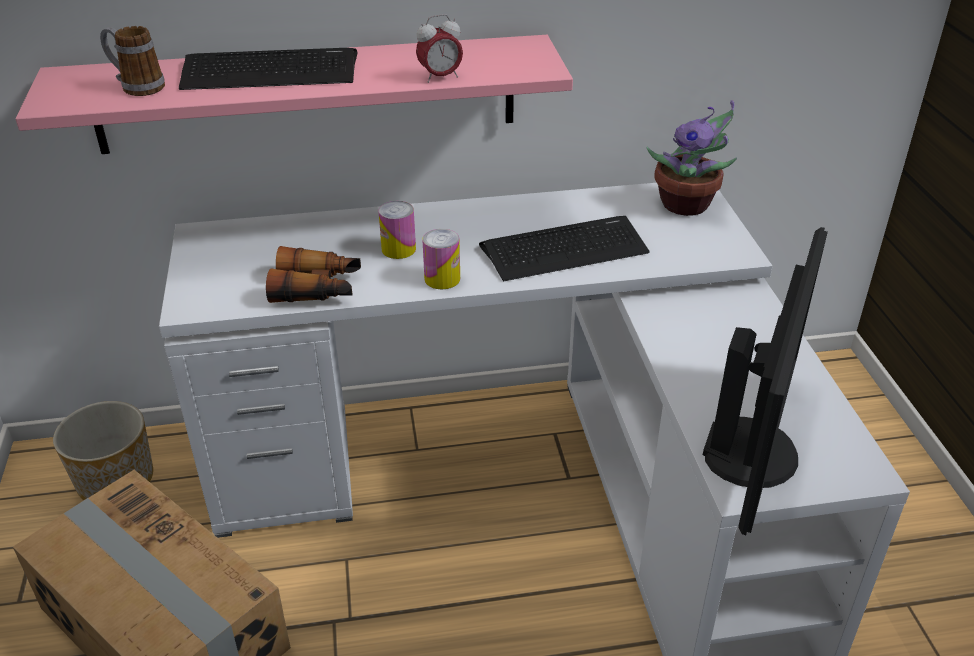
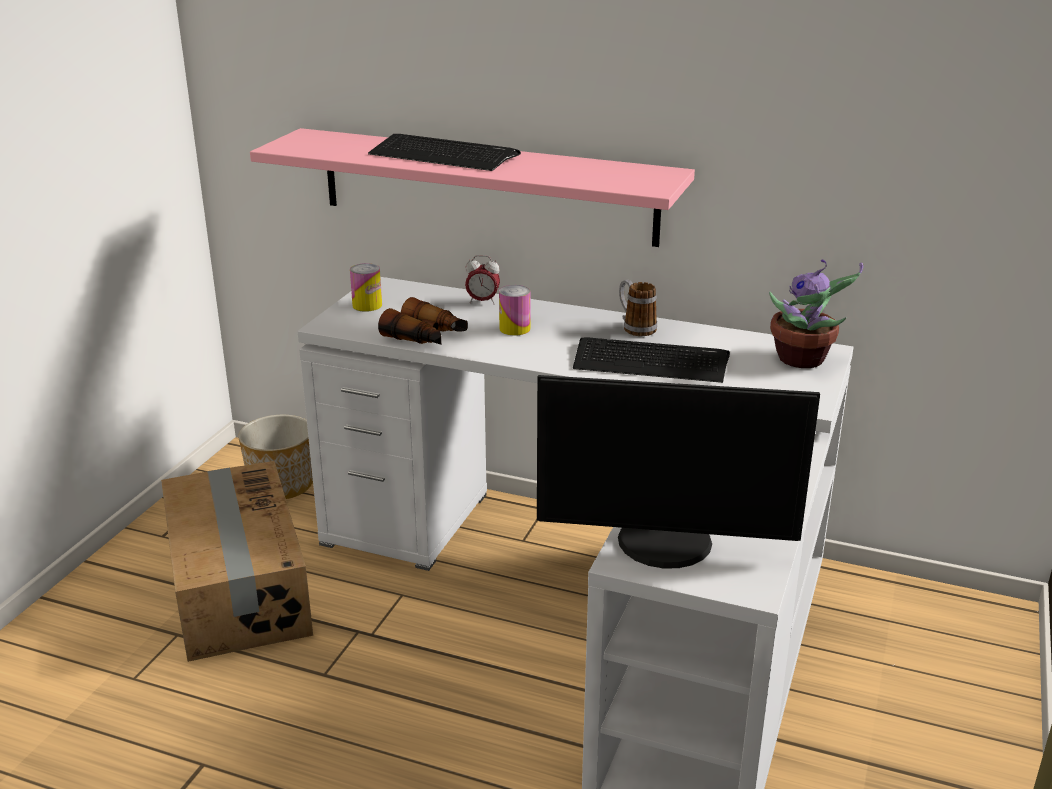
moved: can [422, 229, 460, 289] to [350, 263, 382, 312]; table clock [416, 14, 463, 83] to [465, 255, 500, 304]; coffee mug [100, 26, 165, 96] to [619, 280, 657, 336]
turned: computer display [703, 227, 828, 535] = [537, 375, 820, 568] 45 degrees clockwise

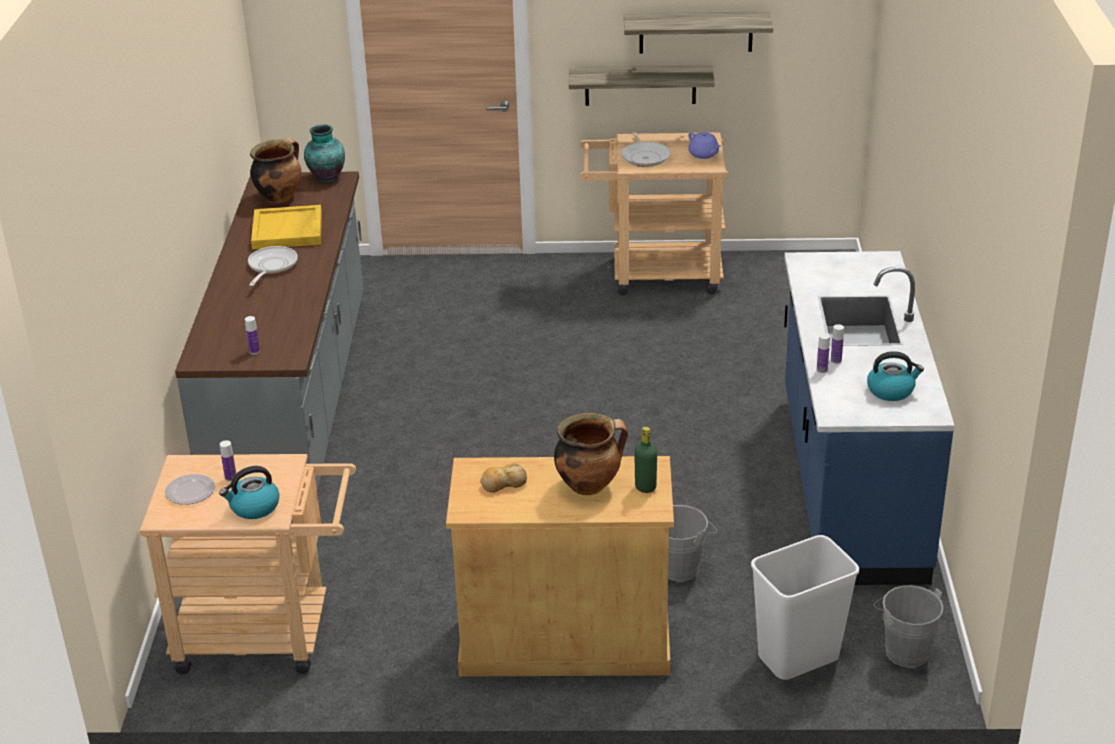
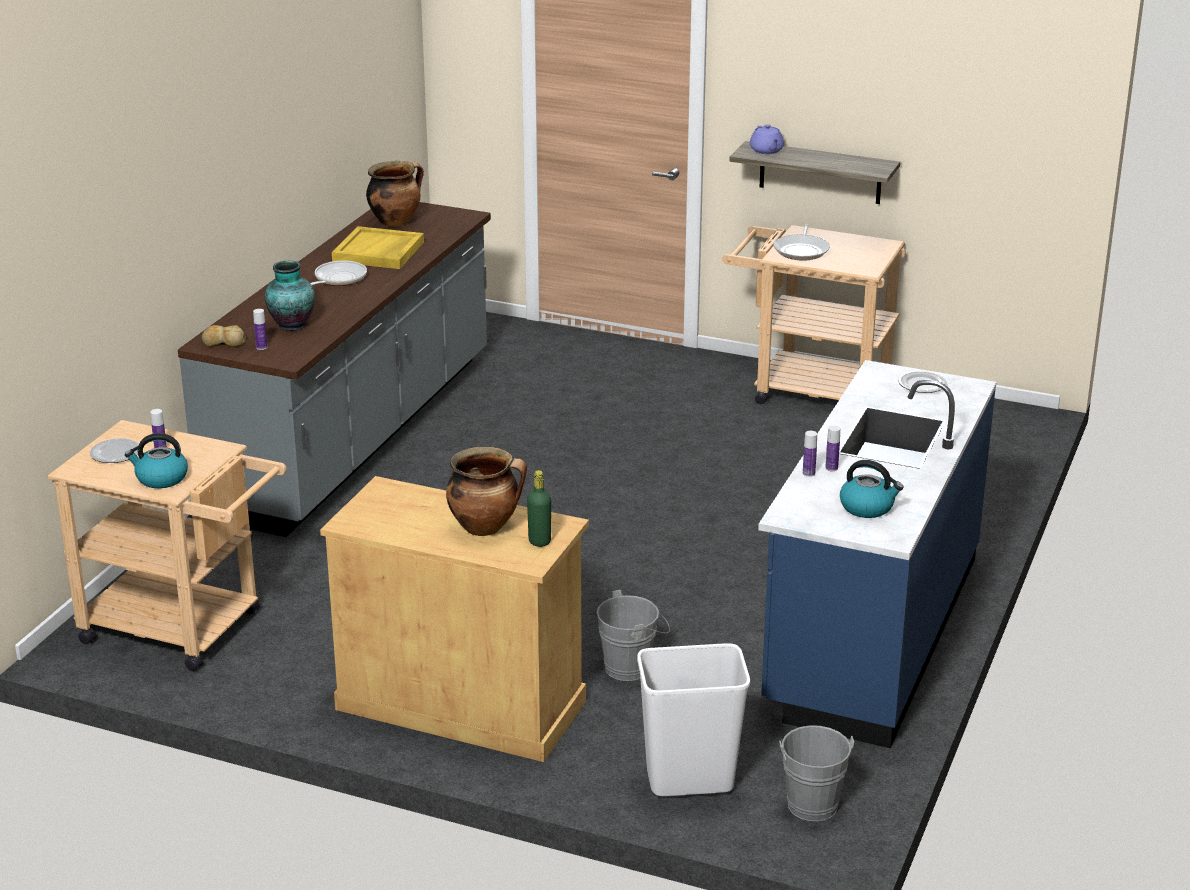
removed: shelf [624, 11, 773, 54]
added: plate [898, 371, 947, 393]
moved: bakery bread [480, 463, 527, 493] to [202, 325, 246, 347]; vase [304, 124, 345, 182] to [265, 261, 315, 331]; purple-coloured pot for tea [688, 132, 721, 159] to [750, 124, 784, 154]

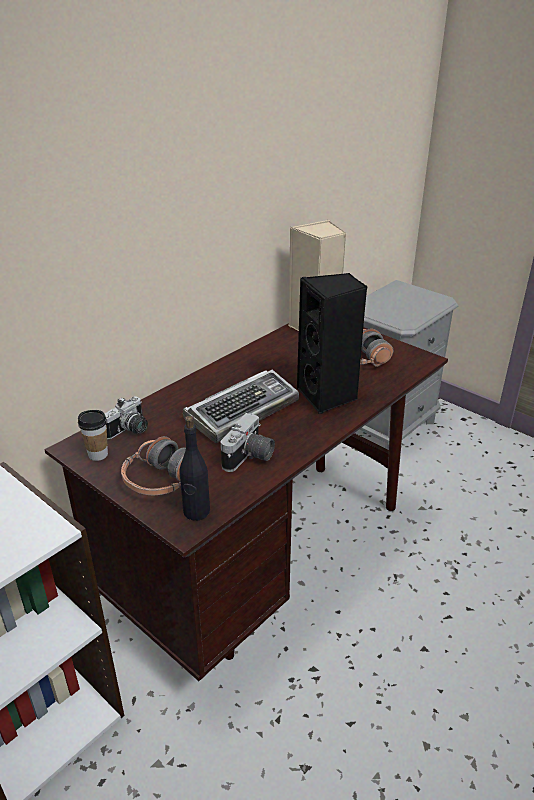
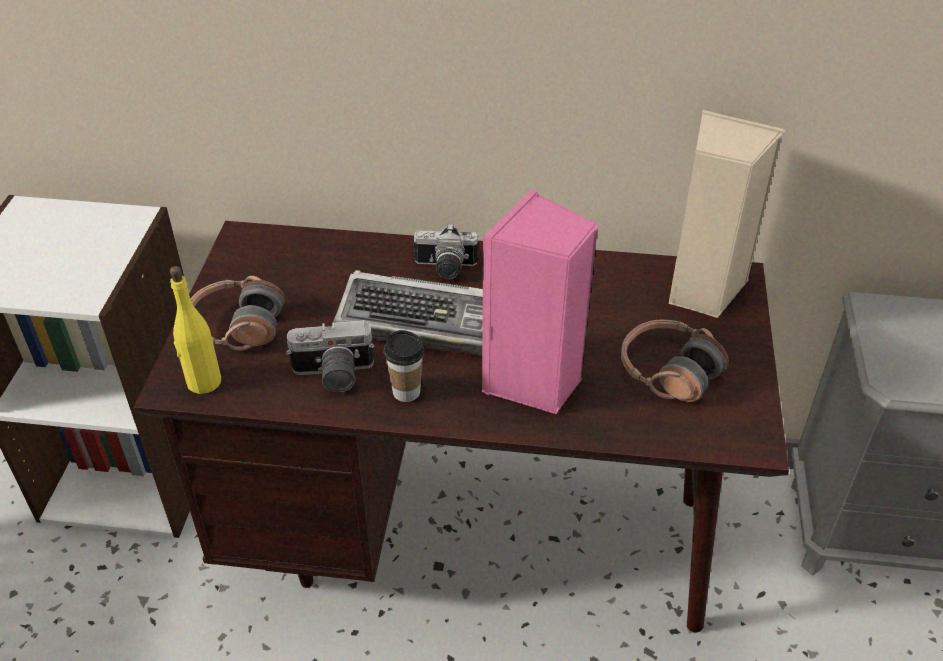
moved: cup [78, 410, 108, 461] to [384, 330, 424, 402]; photo camera [104, 396, 148, 439] to [413, 223, 479, 279]
recoloured: black-coloured drink bottle [180, 416, 210, 521] to yellowish drink bottle [170, 266, 221, 394]; black-coloured audio speaker [297, 273, 367, 414] to pink audio speaker [481, 190, 599, 414]

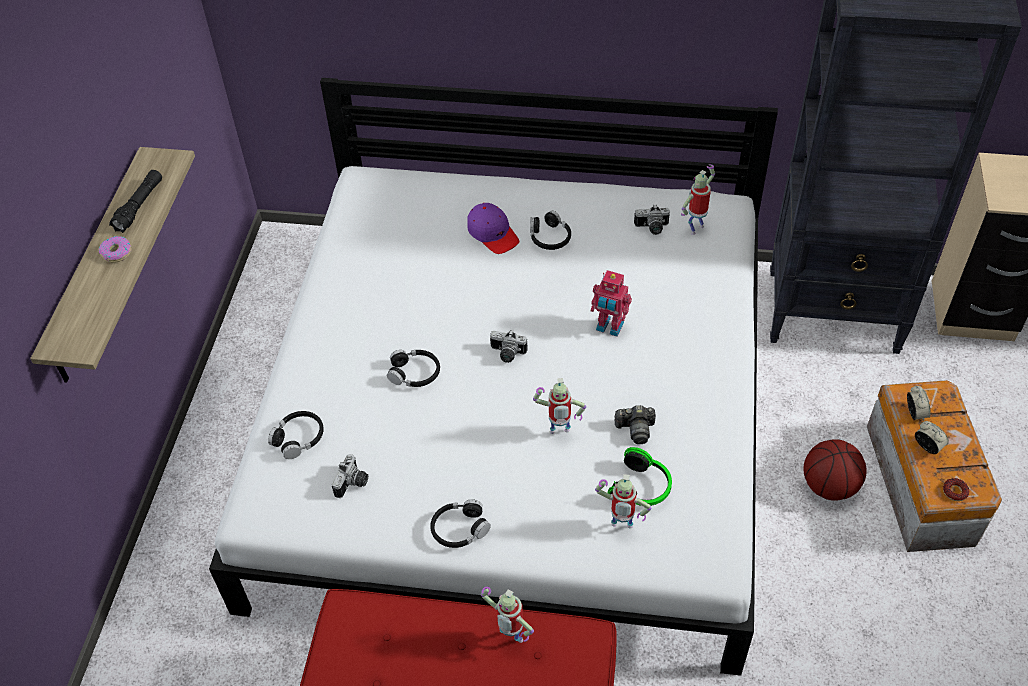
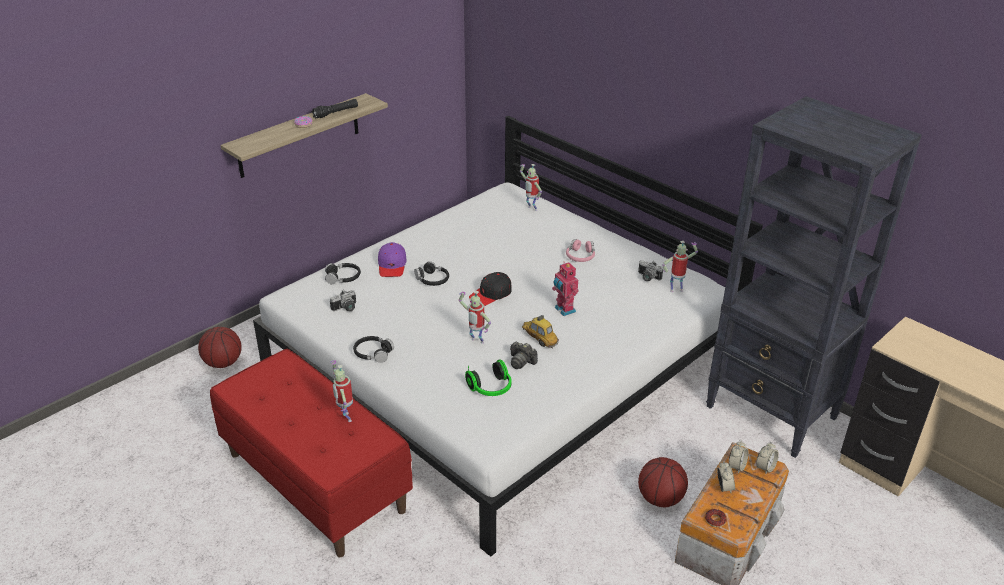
added: basketball [198, 327, 242, 368]; toy car [522, 315, 559, 349]; table clock [756, 442, 779, 475]
moved: purple-coloured peaked cap [467, 203, 519, 254] to [378, 242, 406, 277]; robot figure [595, 474, 652, 528] to [520, 164, 542, 211]
replaced: photo camera [490, 330, 528, 363] to black-coloured peaked cap [469, 272, 512, 306]
recoloured: black-coloured pair of headphones [530, 211, 571, 250] to pink pair of headphones [566, 239, 595, 262]

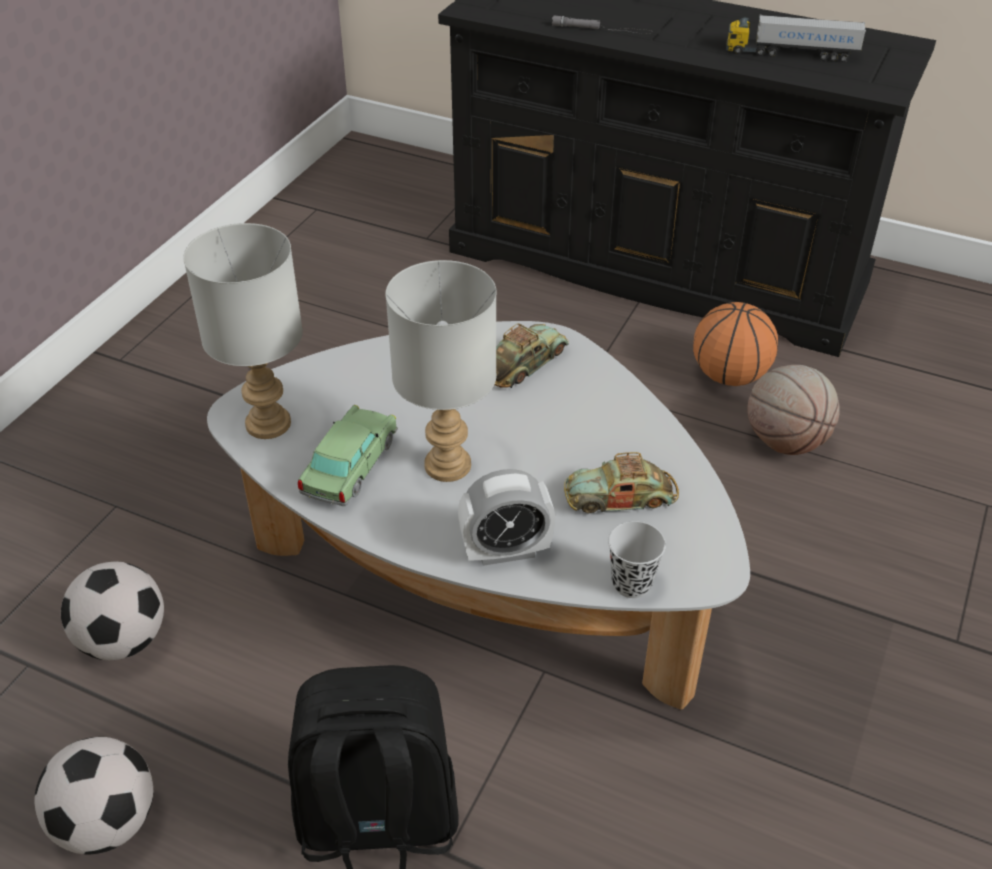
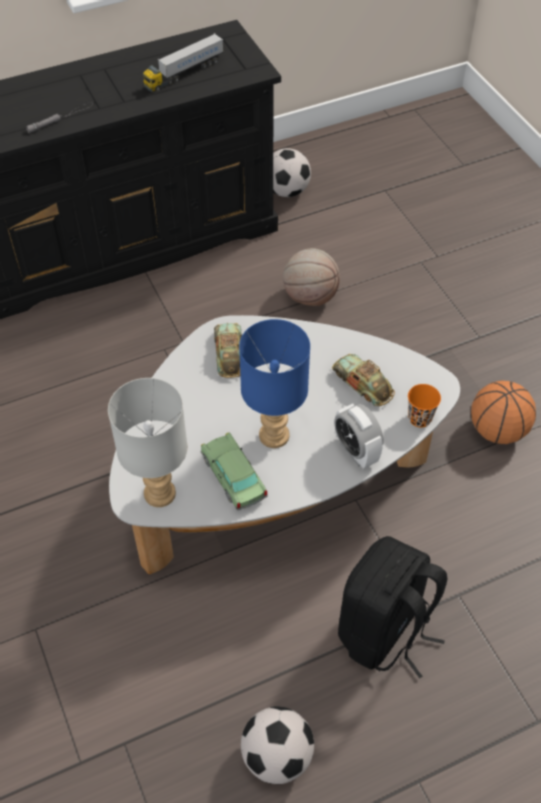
moved: football ball [61, 562, 164, 660] to [273, 148, 311, 197]; basketball [693, 302, 778, 386] to [471, 381, 536, 444]
recoloured: greyish table lamp [385, 260, 496, 482] to bluish table lamp [239, 319, 310, 448]; black-coloured cup [608, 521, 666, 598] to orange cup [408, 384, 441, 427]
turned: toy car [564, 452, 679, 513] = [332, 354, 395, 406] 105 degrees clockwise; table clock [458, 469, 555, 566] = [334, 403, 384, 469] 120 degrees clockwise

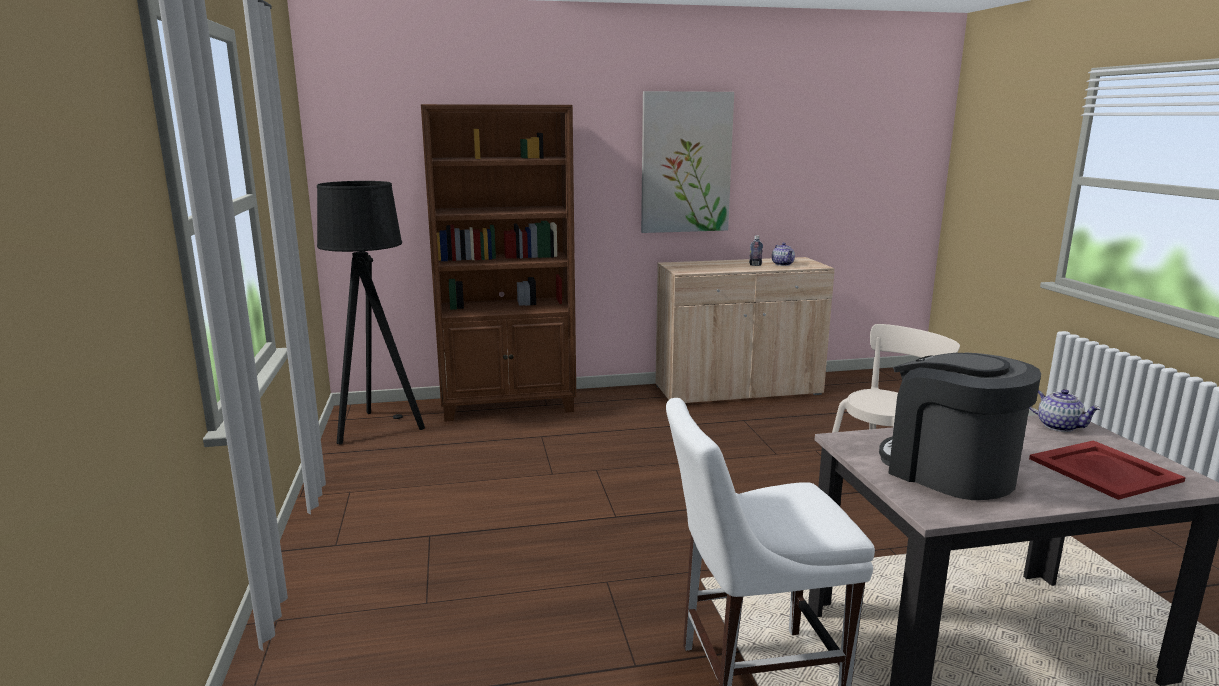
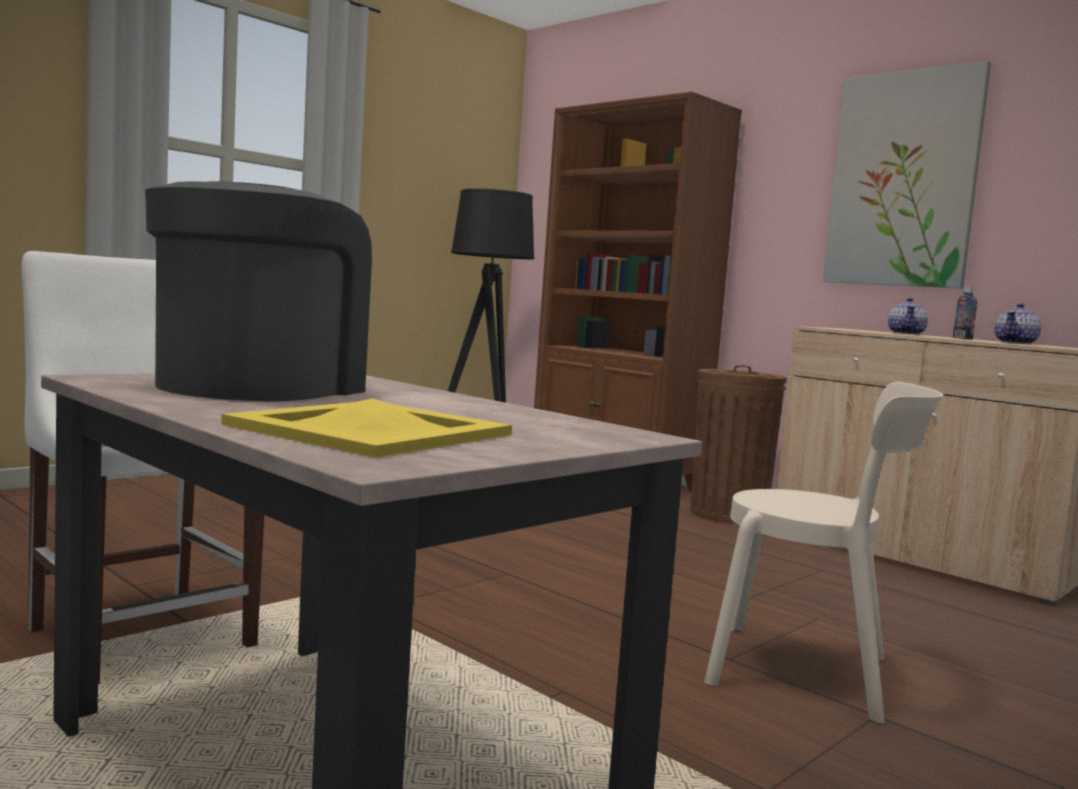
added: brown-coloured waste bin [690, 365, 787, 524]
moved: pot for tea [1029, 389, 1101, 432] to [888, 298, 928, 335]
recoloured: red tray [1029, 441, 1186, 500] to yellowish tray [221, 398, 512, 458]

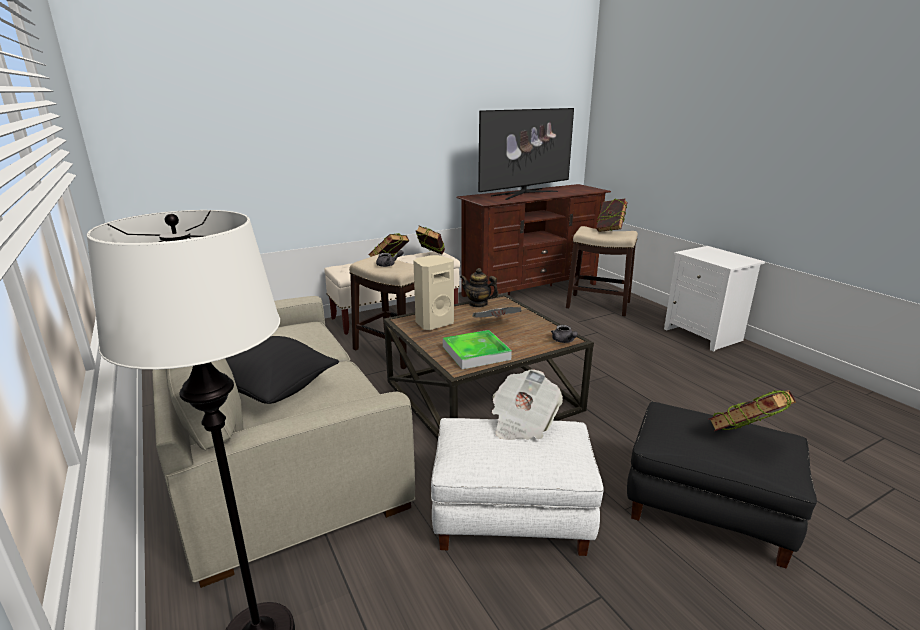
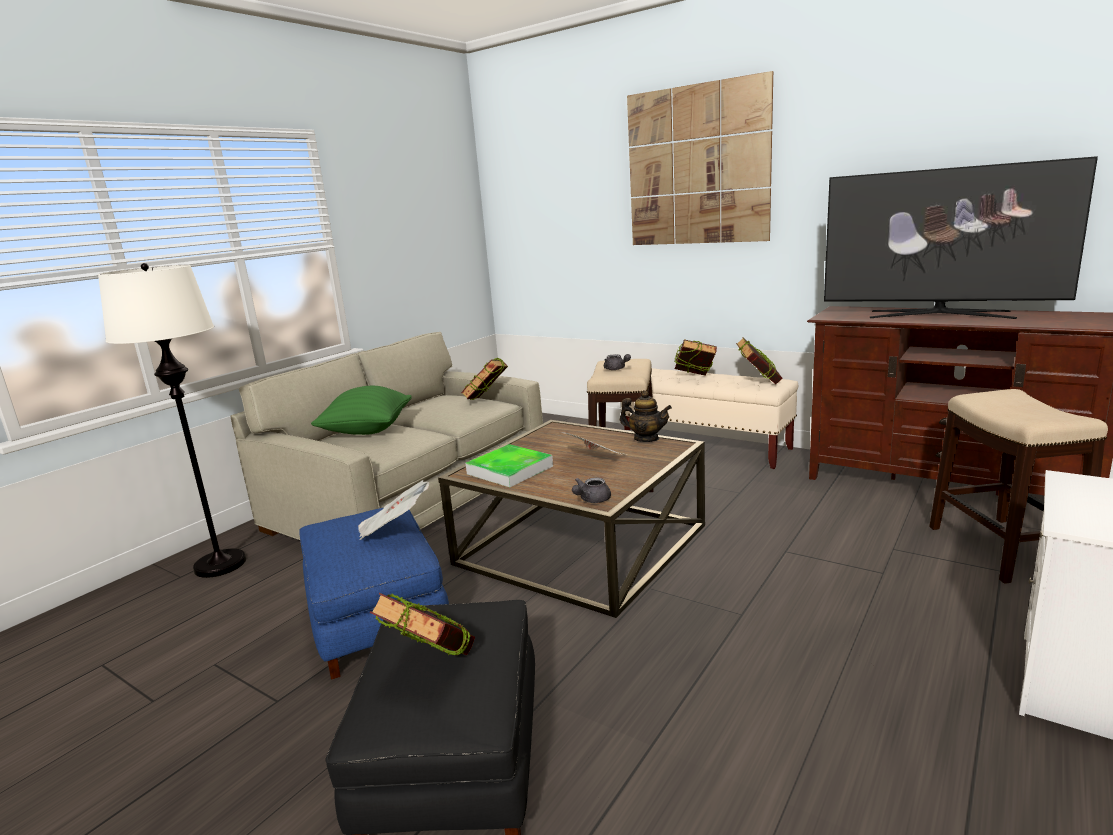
removed: beige audio speaker [413, 255, 454, 330]
added: picture [627, 71, 773, 245]
moved: volume [596, 198, 628, 232] to [461, 357, 508, 400]
recoloured: white-coloured pouffe [431, 418, 604, 556] to bluish pouffe [299, 508, 449, 679]; black-coloured cushion [225, 336, 339, 404] to green cushion [311, 386, 412, 435]
turned: pot for tea [460, 268, 499, 307] = [620, 391, 672, 442] 120 degrees clockwise

